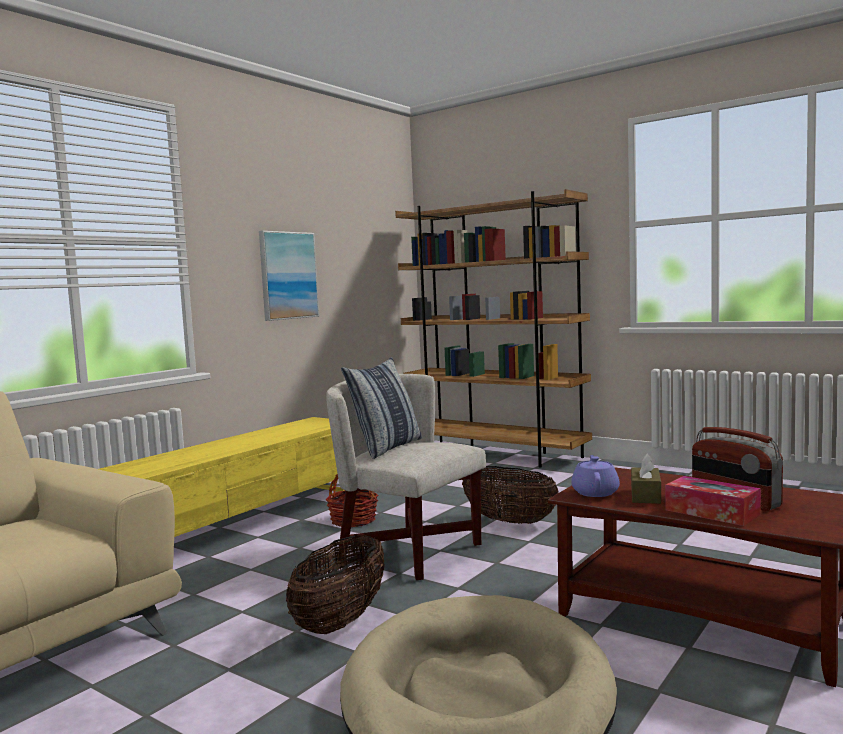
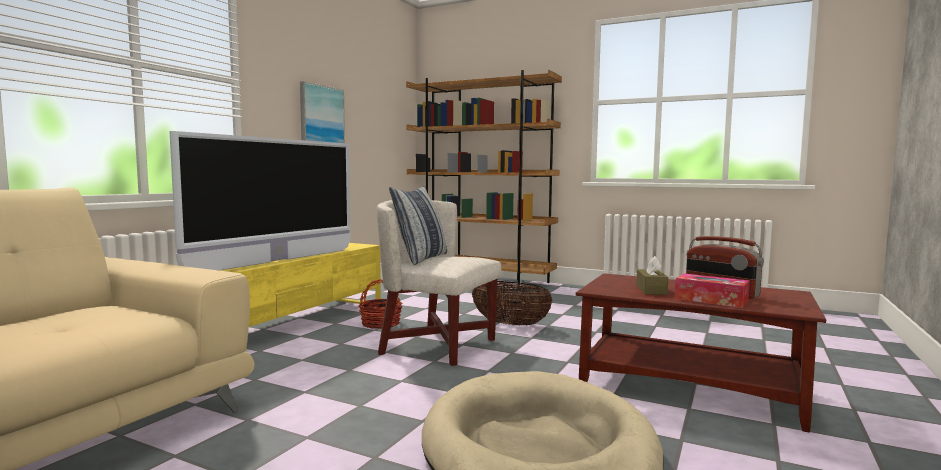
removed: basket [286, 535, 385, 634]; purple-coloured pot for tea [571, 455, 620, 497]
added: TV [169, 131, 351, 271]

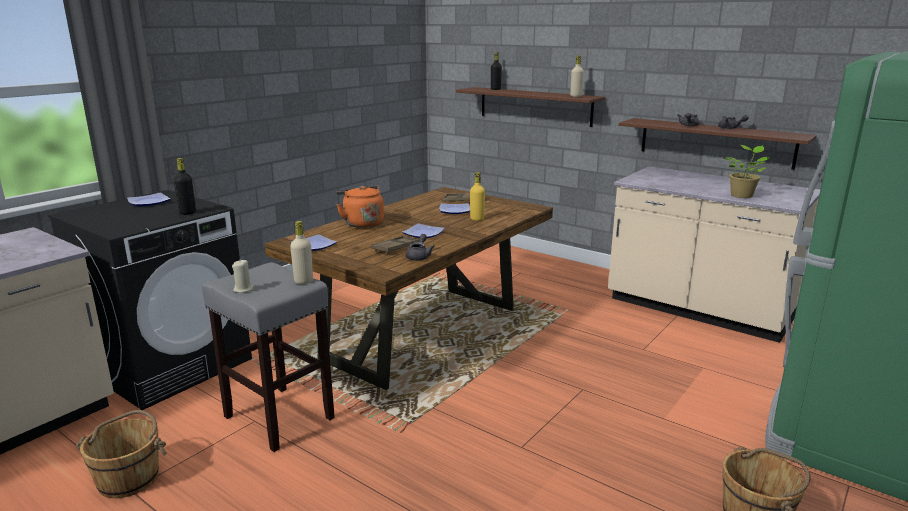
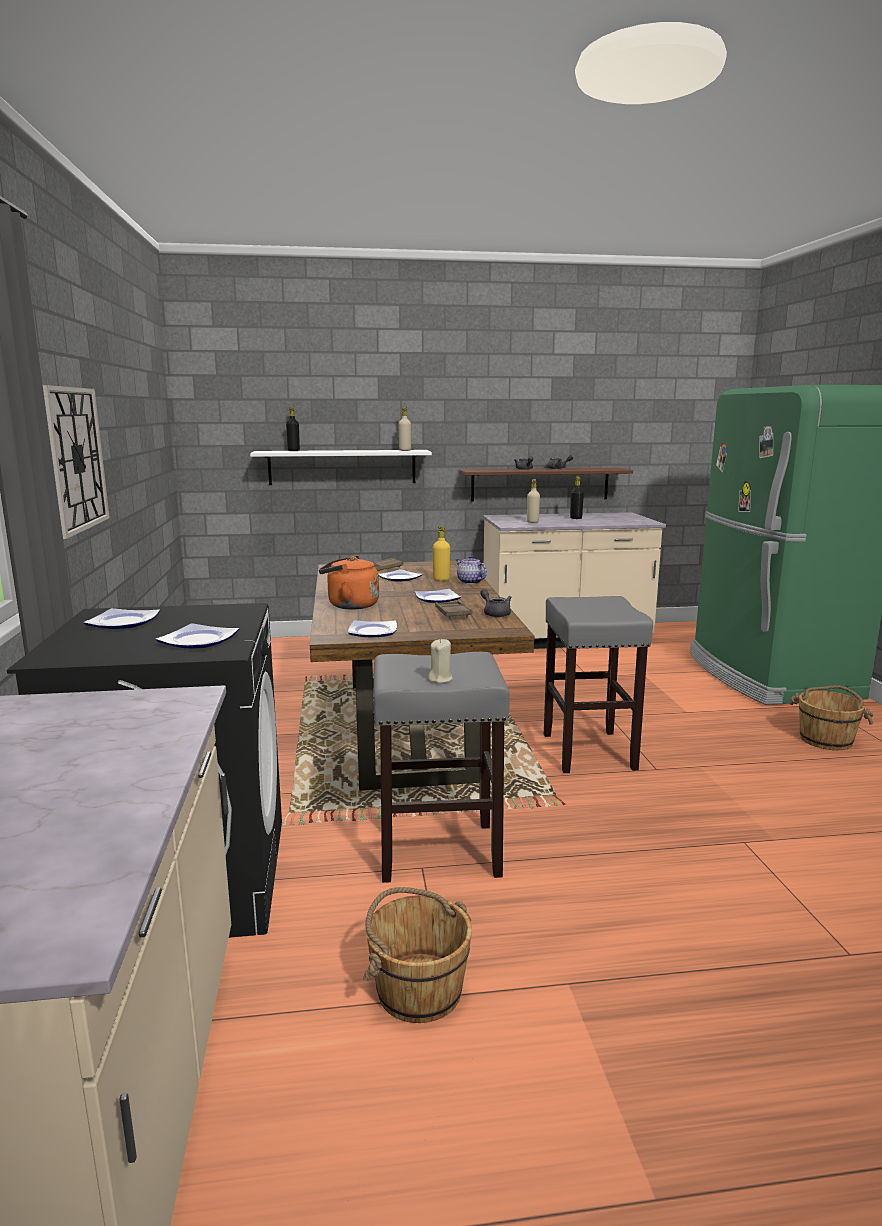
removed: houseplant [725, 145, 770, 198]
added: clock on the wall [43, 385, 110, 539]; plate [156, 623, 239, 649]; pot for tea [456, 555, 487, 584]; greyish stool seat [544, 596, 653, 773]
moved: beige drink bottle [290, 221, 313, 284] to [527, 479, 540, 523]; black-coloured drink bottle [174, 158, 196, 215] to [570, 477, 584, 519]
recoloured: brown-coloured shelf [456, 87, 605, 127] to white-coloured shelf [250, 450, 432, 485]

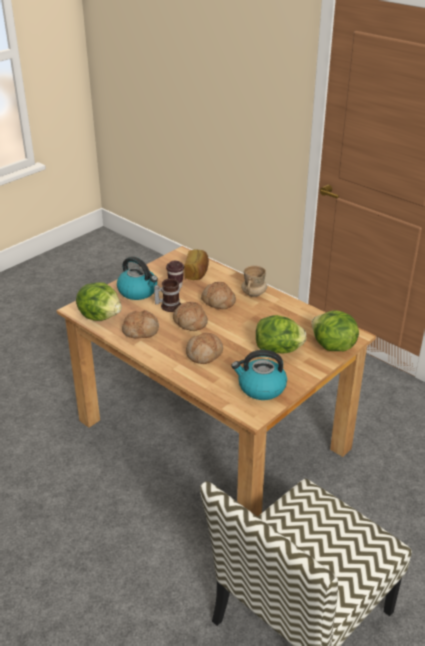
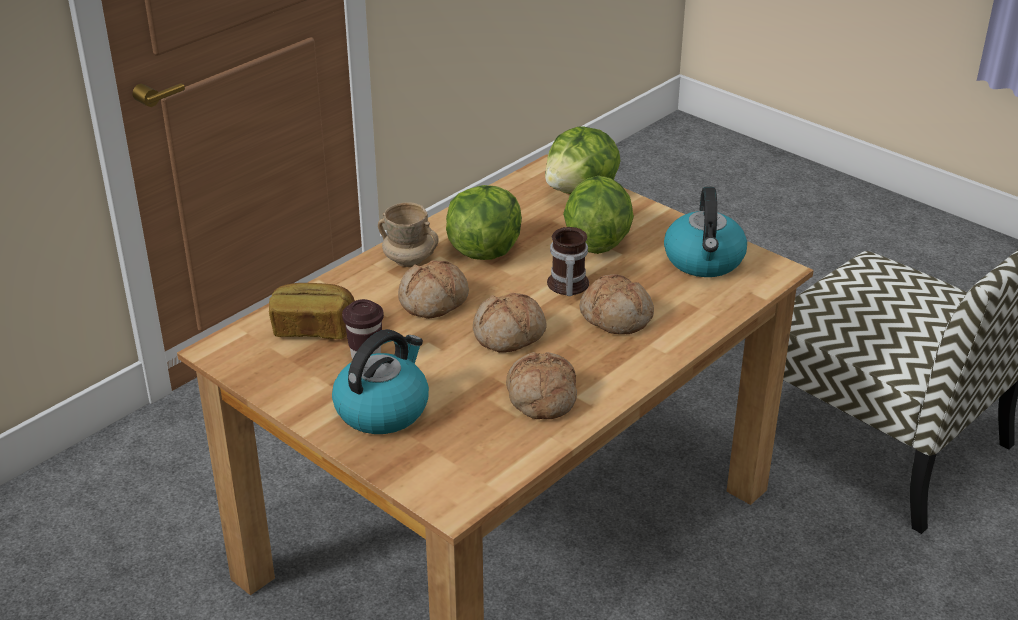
moved: head of lettuce [76, 282, 122, 321] to [446, 185, 522, 260]; coffee mug [154, 279, 181, 312] to [547, 227, 589, 296]

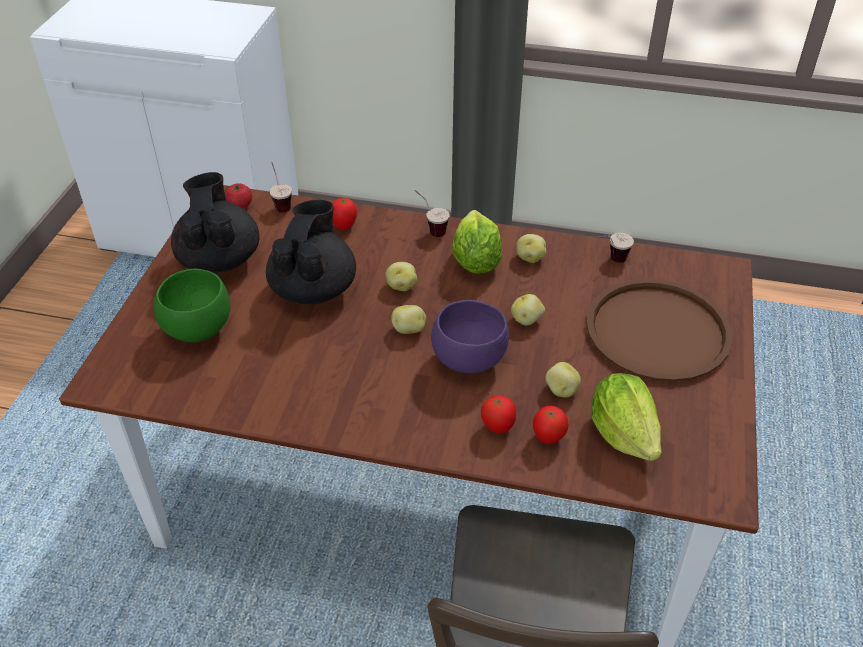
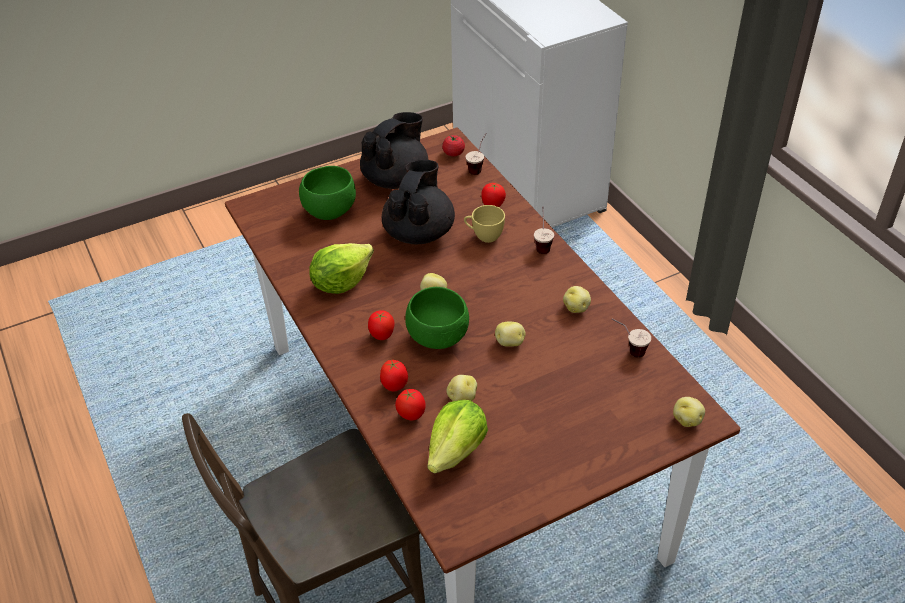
removed: brown-coloured tray [586, 278, 733, 382]
added: tomato [368, 310, 394, 340]; yellowish cup [464, 205, 505, 243]
moved: head of lettuce [452, 210, 502, 274] to [310, 243, 374, 294]; spud [385, 262, 417, 291] to [673, 397, 705, 427]
recoloured: purple-coloured deep dish [431, 300, 509, 373] to green deep dish [405, 287, 469, 349]
turned: black-coloured pot for tea [266, 200, 356, 305] = [382, 160, 455, 244] 45 degrees counterclockwise

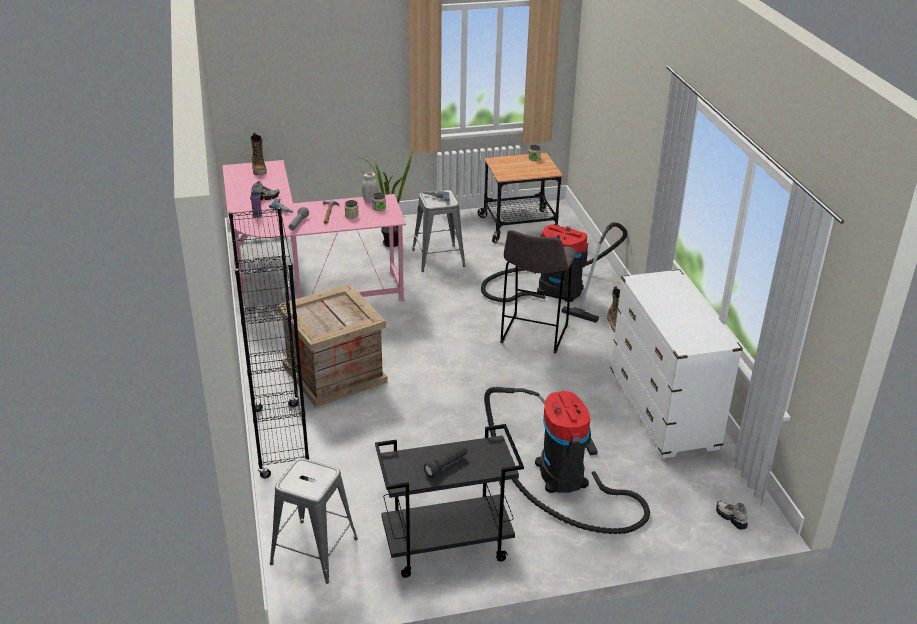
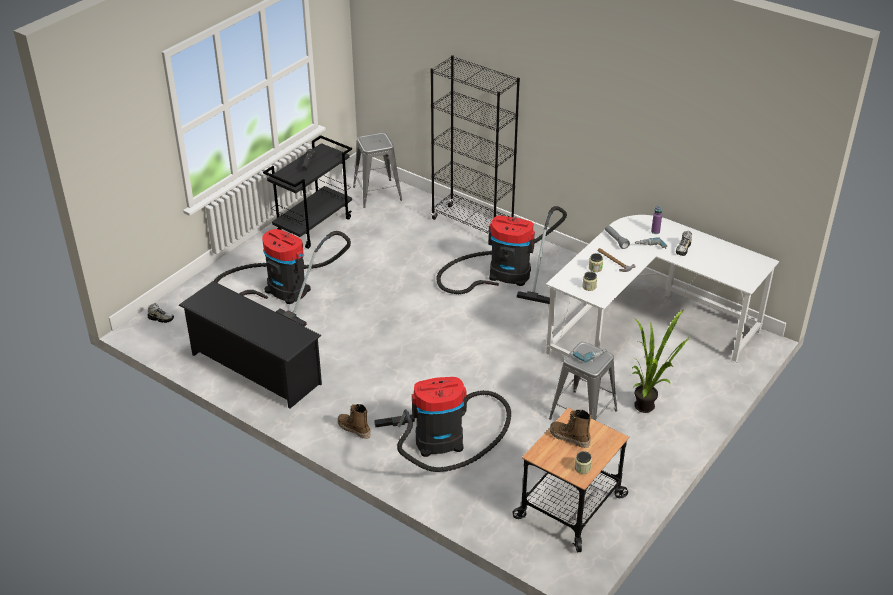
removed: white-coloured storage jar [362, 172, 378, 203]; greyish stool seat [500, 230, 577, 353]
moved: high-top boot [251, 132, 267, 175] to [550, 410, 592, 448]
replaced: white-coloured drawer chest [610, 269, 743, 459] to black-coloured shoe stand [179, 281, 322, 409]; packing crate [277, 284, 388, 407] to hoover [436, 206, 567, 304]
recoloured: pink desk [222, 160, 406, 302] to white-coloured desk [546, 215, 779, 363]

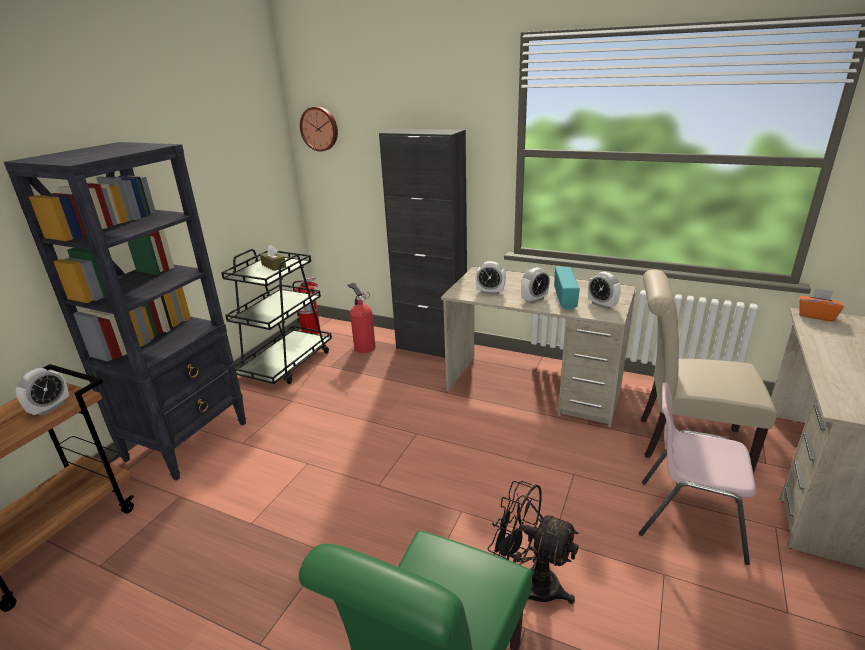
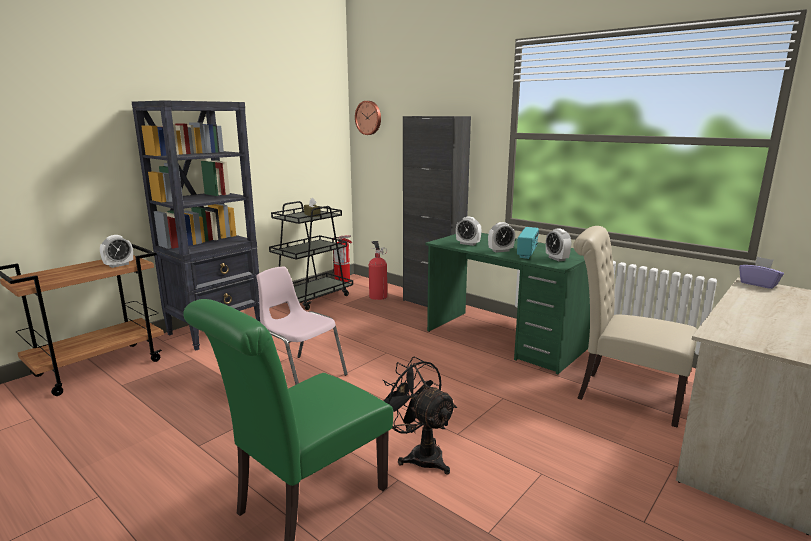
moved: pink plain chair [639, 382, 756, 565] to [257, 267, 348, 385]
recoloured: beige desk [441, 267, 636, 427] to green desk [425, 233, 590, 375]; orange tissue box [799, 288, 844, 322] to purple-coloured tissue box [739, 257, 784, 289]

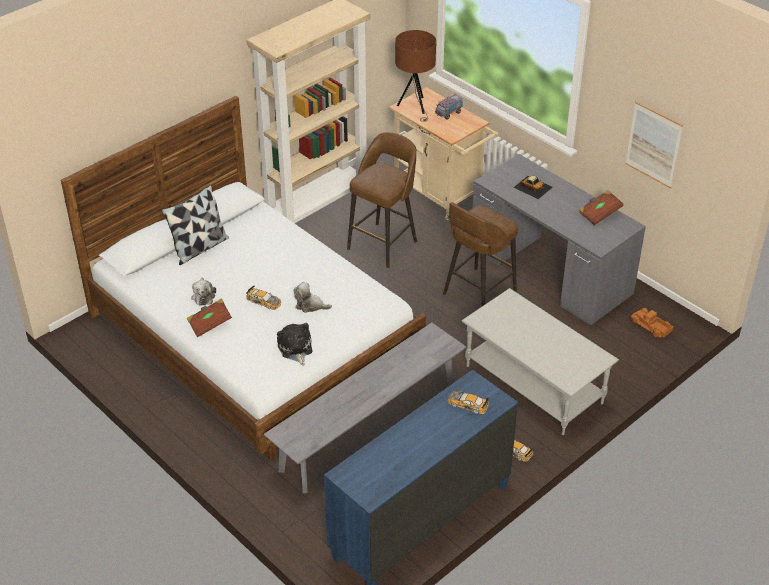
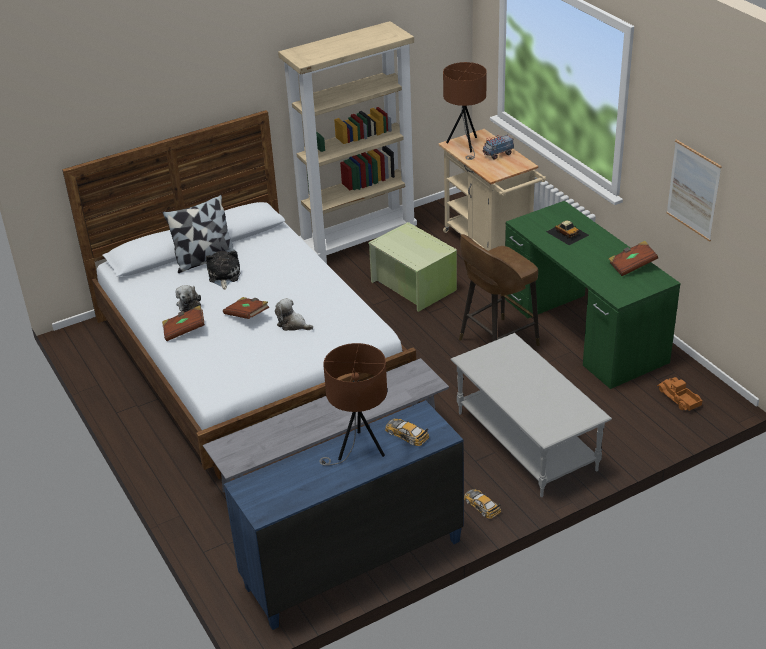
added: brown-coloured table lamp [319, 343, 387, 466]
moved: plush toy [277, 323, 312, 365] to [206, 251, 240, 290]
replaced: toy car [246, 285, 281, 310] to brown-coloured volume [223, 297, 269, 319]; brown-coloured stool seat [347, 132, 417, 268] to green storage bin [368, 222, 457, 312]
recoloured: greyish desk [473, 154, 646, 325] to green desk [505, 201, 681, 389]

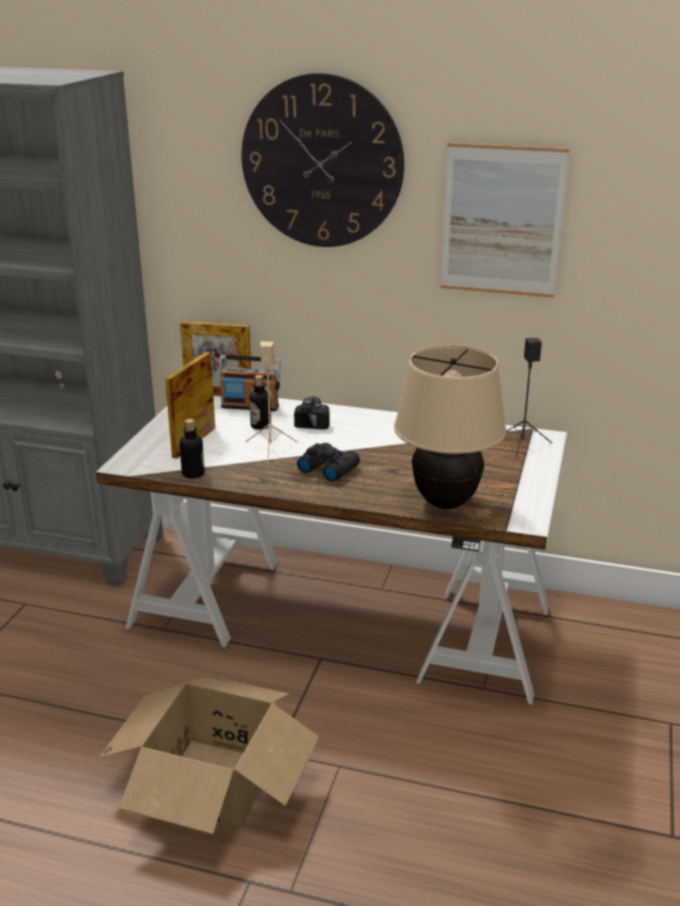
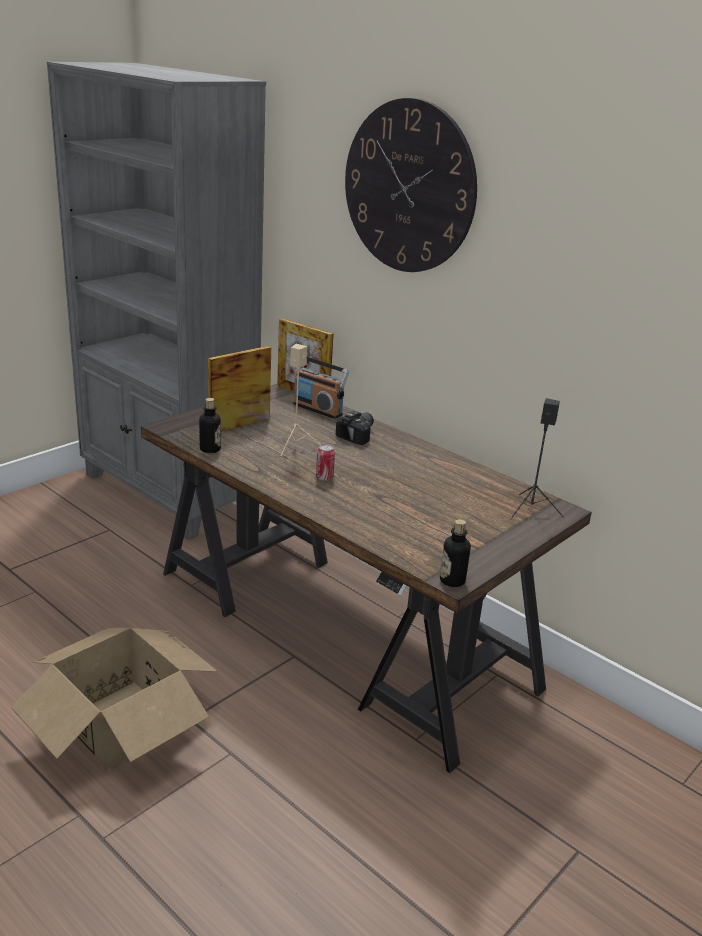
removed: beige table lamp [394, 345, 506, 509]; picture [441, 143, 569, 298]
moved: drink bottle [249, 375, 271, 430] to [440, 519, 471, 587]
replaced: black-coloured binoculars [297, 443, 360, 482] to can [316, 444, 335, 481]
recoloured: white-coloured desk [96, 396, 567, 705] to brown-coloured desk [141, 384, 592, 773]

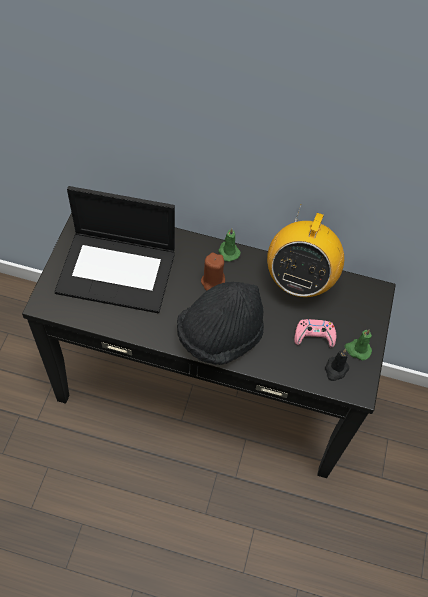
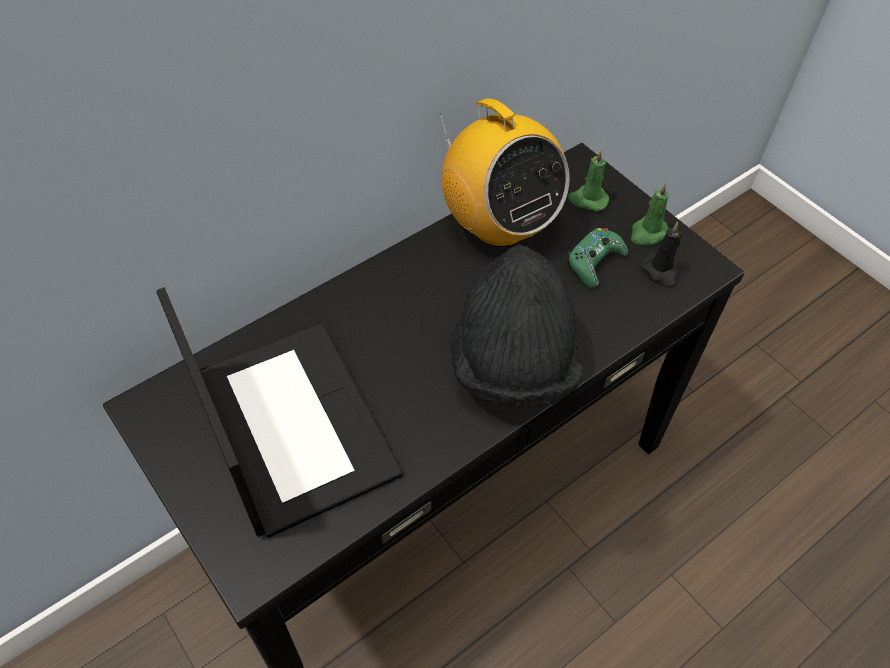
removed: brown-coloured wax light [201, 253, 225, 291]
moved: green wax light [218, 228, 241, 262] to [568, 150, 609, 211]
recoloured: pink gamepad [294, 319, 336, 348] to green gamepad [566, 228, 628, 288]
turned: notebook computer [54, 186, 175, 313] = [157, 287, 403, 538] 75 degrees counterclockwise

